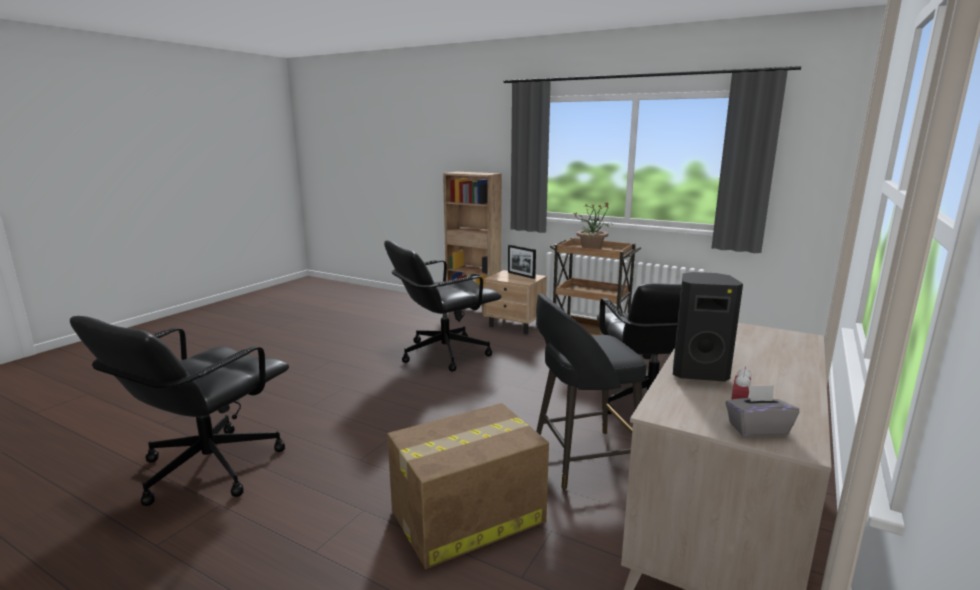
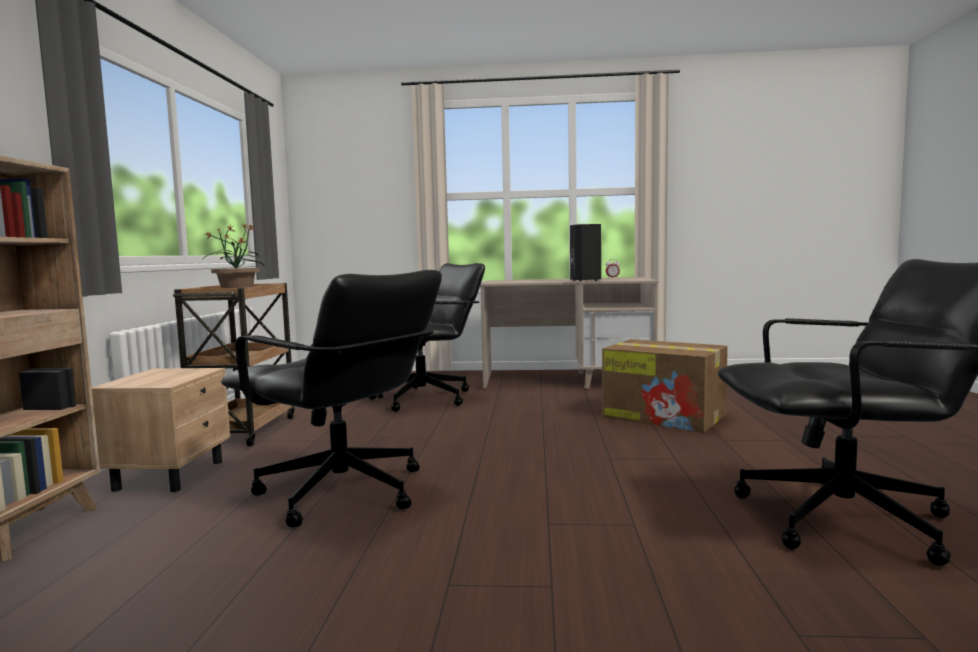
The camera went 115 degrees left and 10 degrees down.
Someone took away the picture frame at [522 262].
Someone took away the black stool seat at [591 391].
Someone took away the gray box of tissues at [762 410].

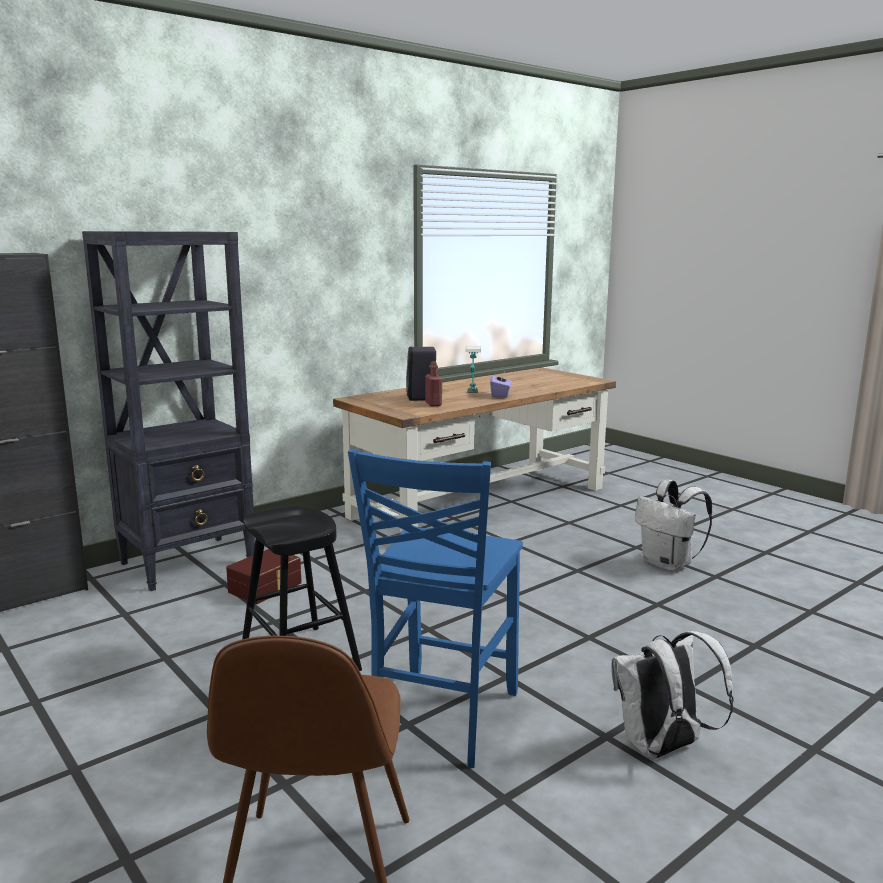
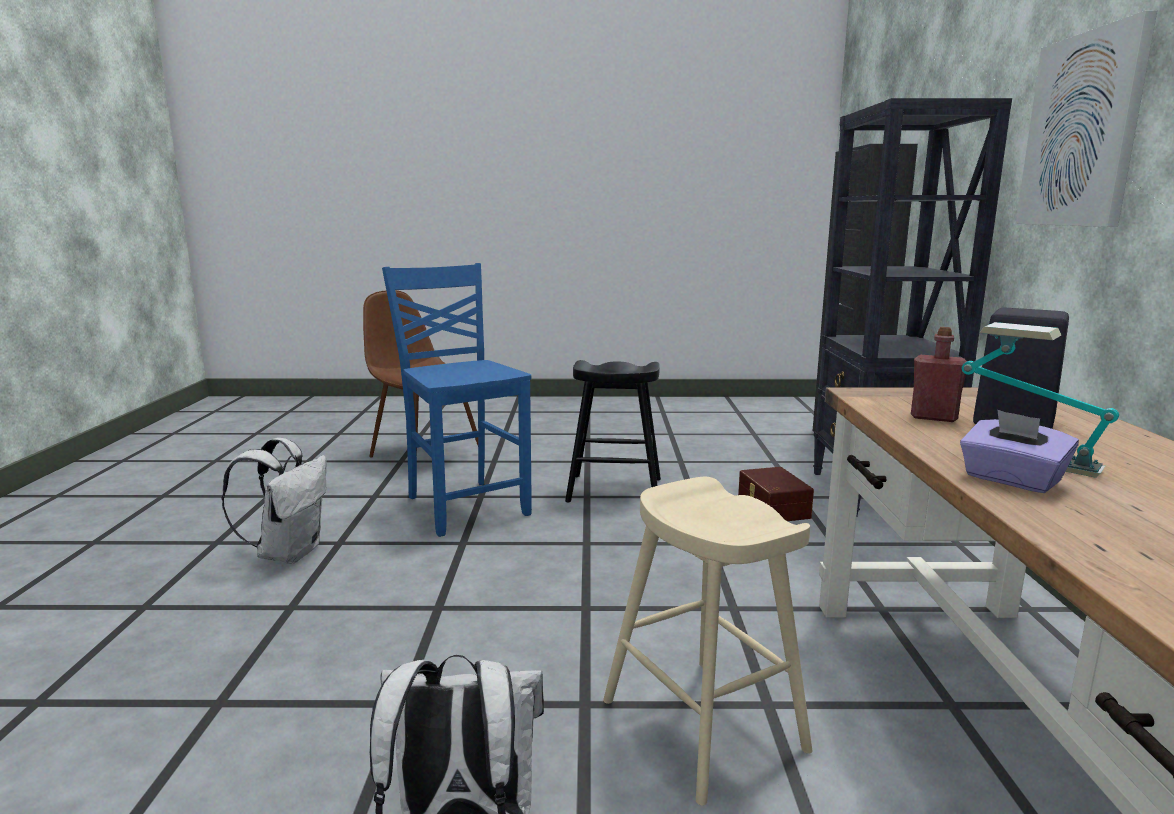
The camera went 130 degrees right and 0 degrees up.
Someone put down the beige stool seat at [707 641].
Someone put up the picture at [1086 118].

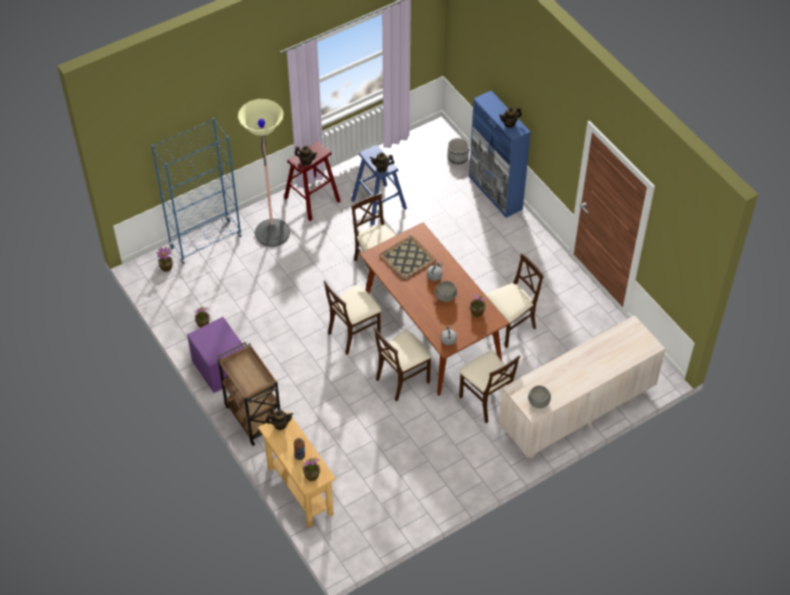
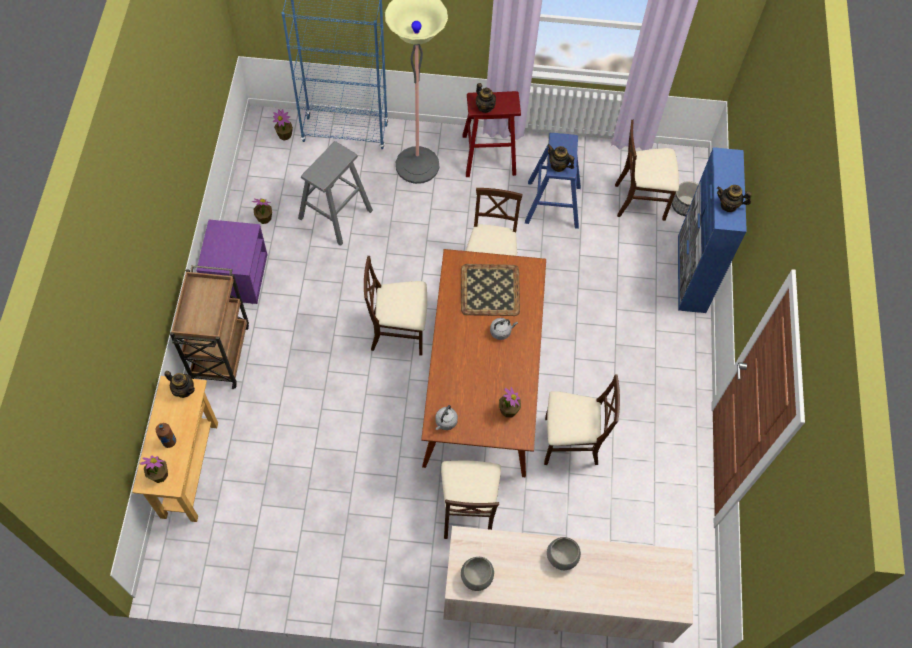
The camera went 35 degrees right and 10 degrees up.
Someone carried the beige upright chair from [403 364] to [647 170].
Someone carried the gray bowl from [446 291] to [564 553].
Someone put down the gray stool seat at [335 193].

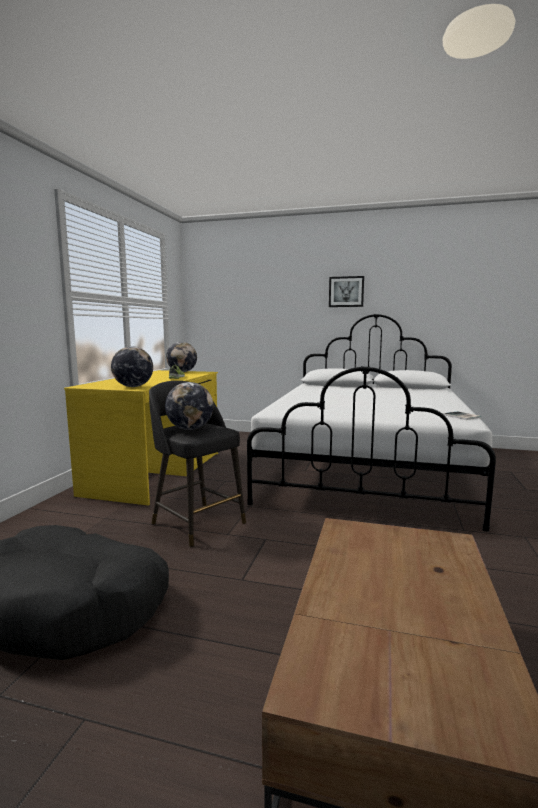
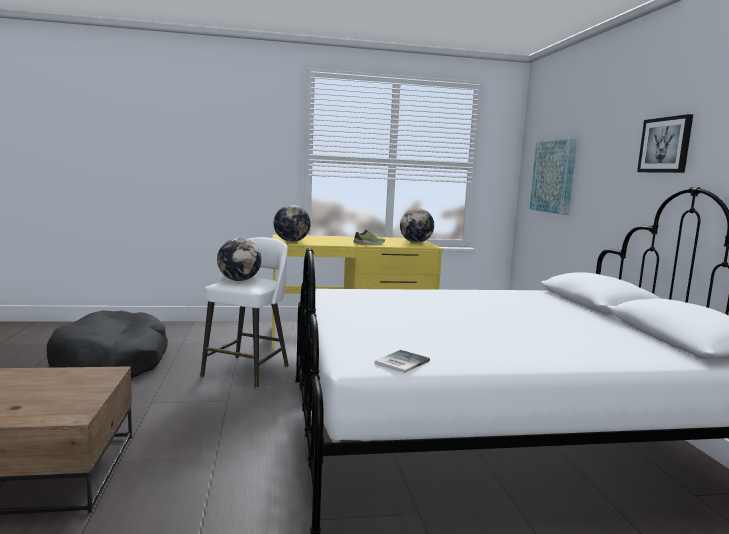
The camera went 65 degrees right and 0 degrees up.
Someone repainted the black stool seat at [197 464], which became the white-coloured stool seat at [244 312].
Someone put up the picture at [553 176].

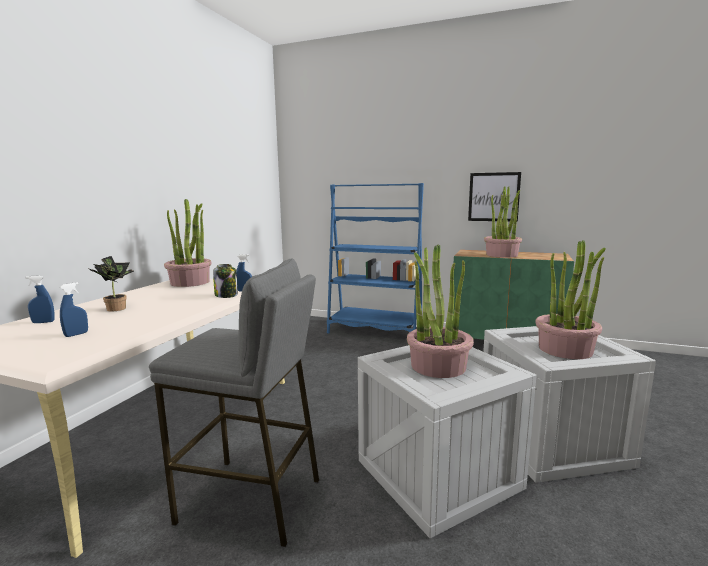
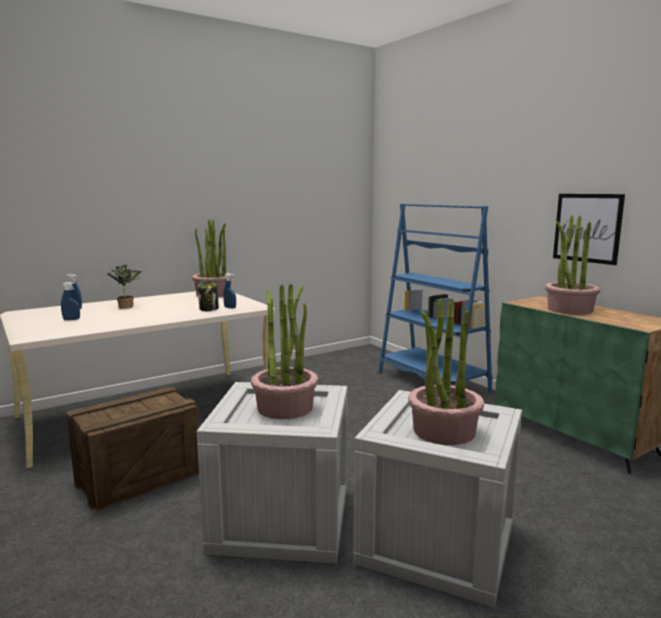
The camera went 35 degrees right and 0 degrees up.
Someone swapped the gray stool seat at [234 403] for the shipping crate at [132 449].

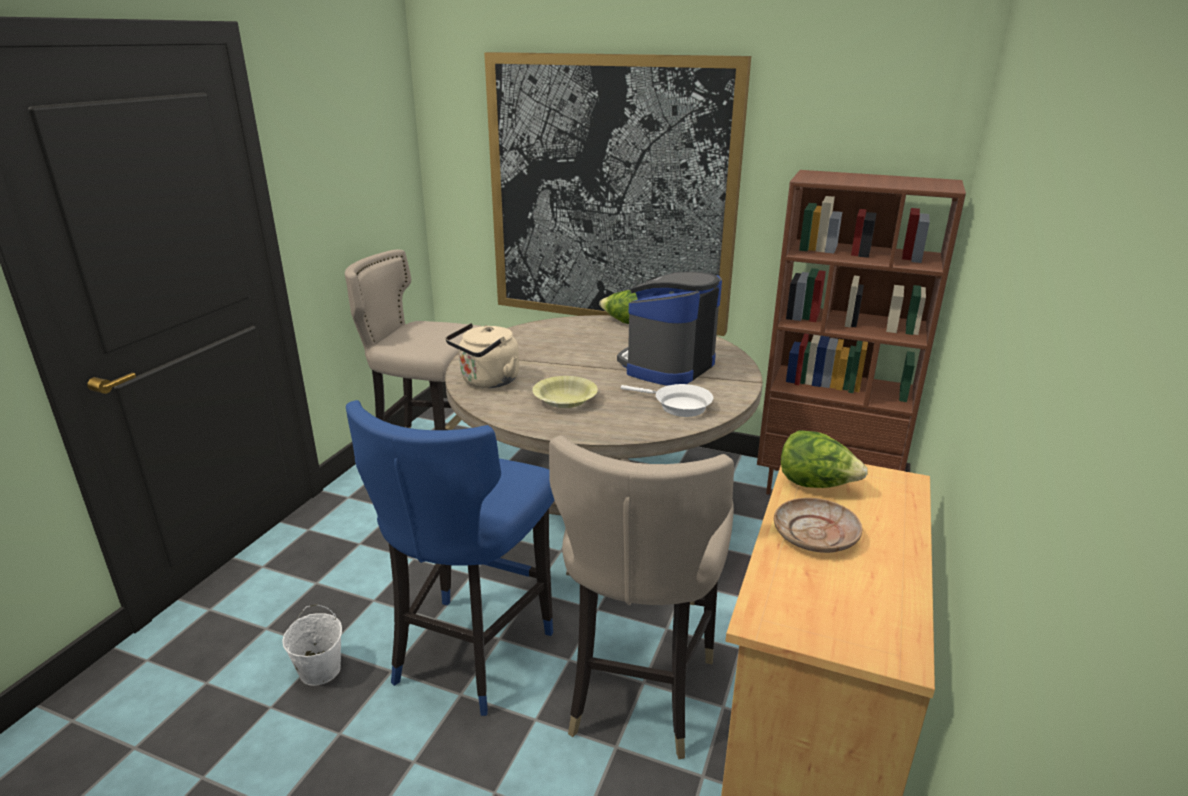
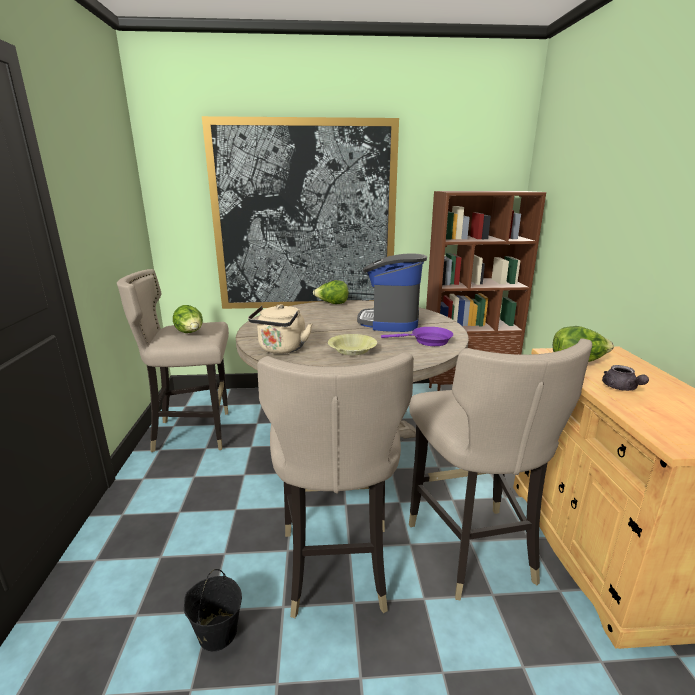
The camera went 25 degrees left and 5 degrees down.
Someone repainted the white-coloured water bucket at [312 645], which became the black water bucket at [213 610].
Someone repainted the bluish stool seat at [450 558], which became the beige stool seat at [335 485].
Someone repainted the white-coloured skillet at [667 400], which became the purple-coloured skillet at [417 336].
Someone swapped the beige plate at [818 525] for the gray teapot at [625 378].
Someone put down the lettuce head at [188 319].

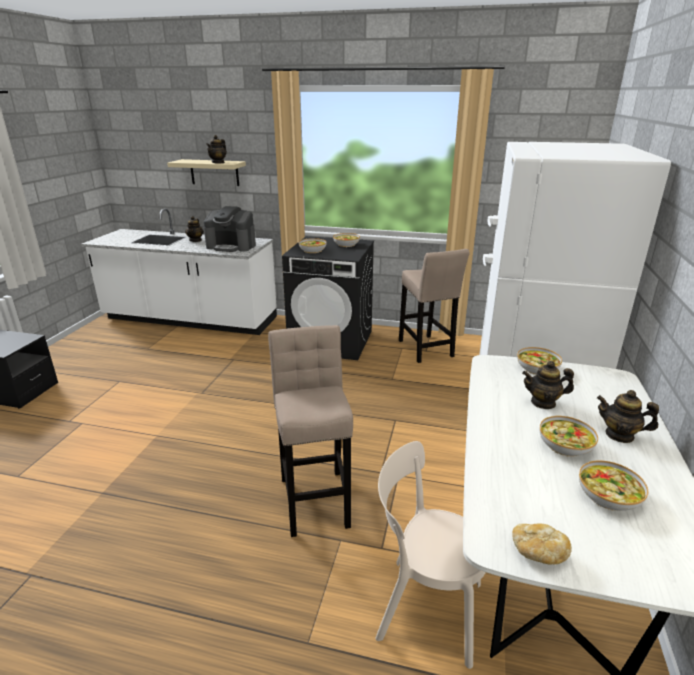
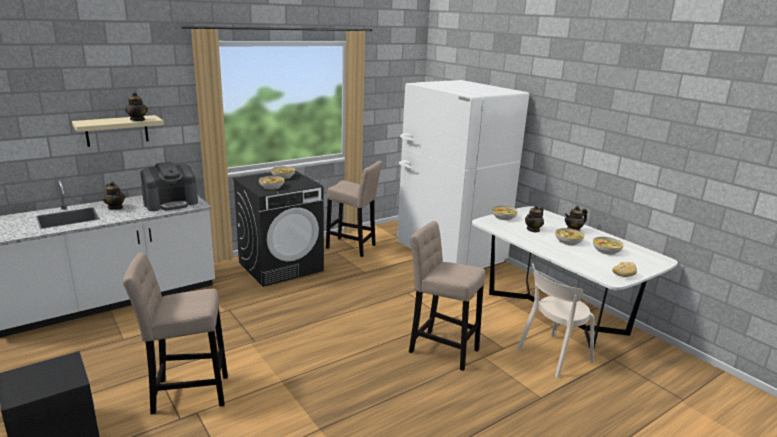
The camera went 50 degrees left and 5 degrees down.
Someone put down the beige stool seat at [175 333].

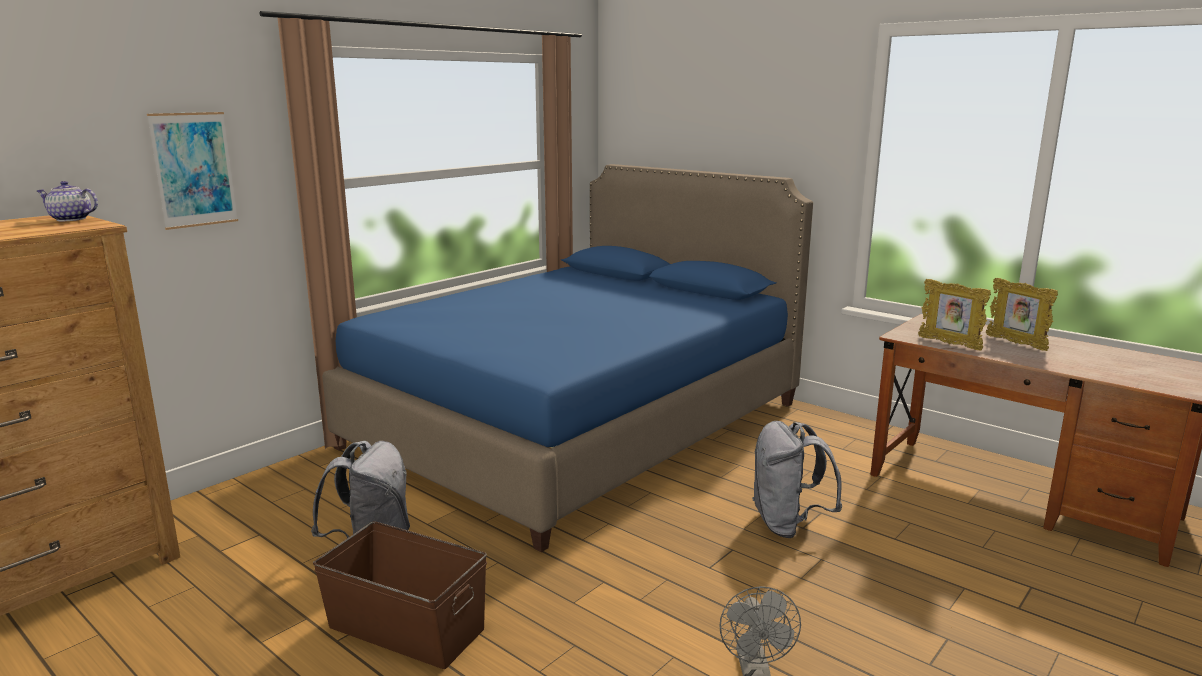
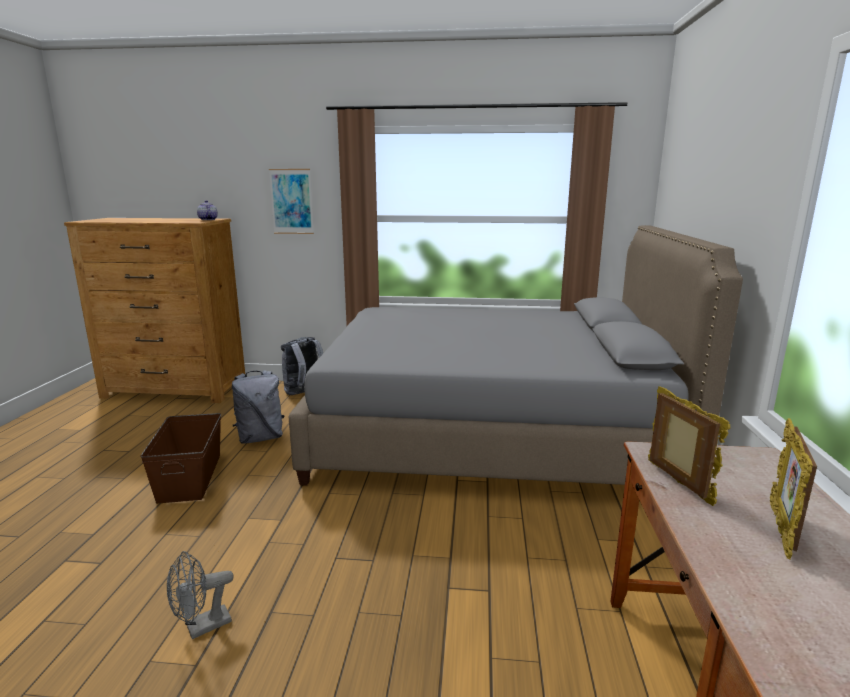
The camera went 55 degrees right and 0 degrees up.
Someone repainted the bluish sleeping bed at [567 358], which became the gray sleeping bed at [516 355].
Someone carried the gray knapsack from [797 479] to [302 366].
Someone rotated the picture frame at [954 315] by 150 degrees clockwise.

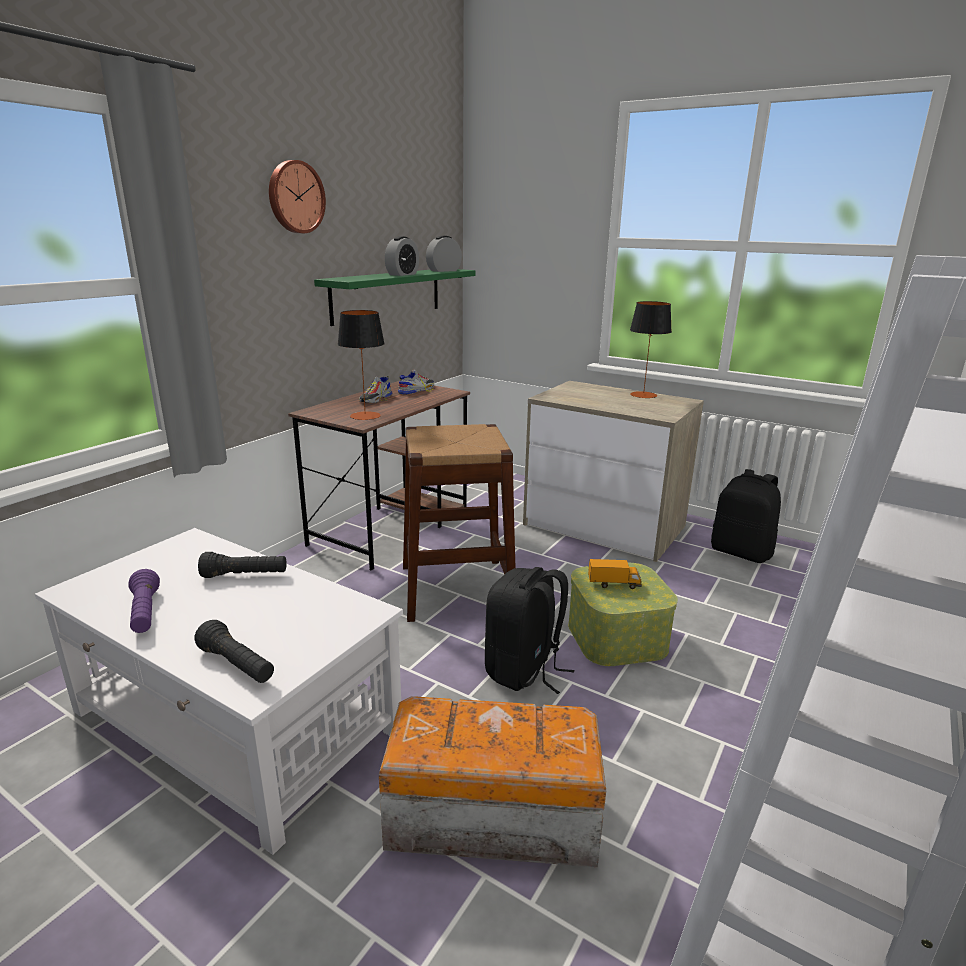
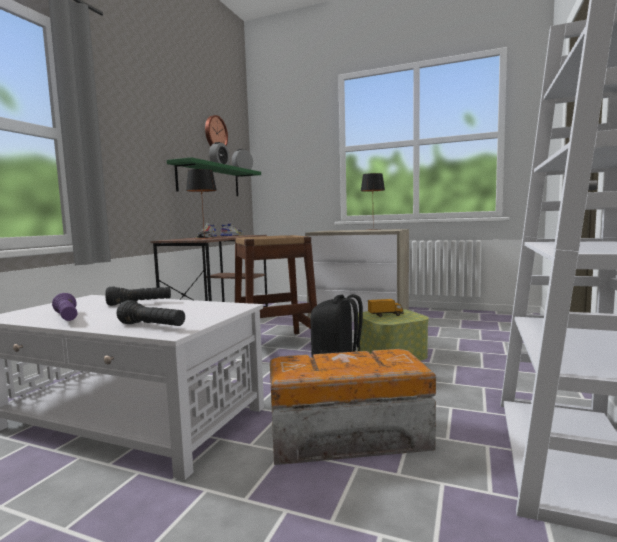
The camera went 10 degrees left and 15 degrees down.
Someone carried the wall clock from [297 196] to [216 130].
Someone took away the black knapsack at [746 516].

